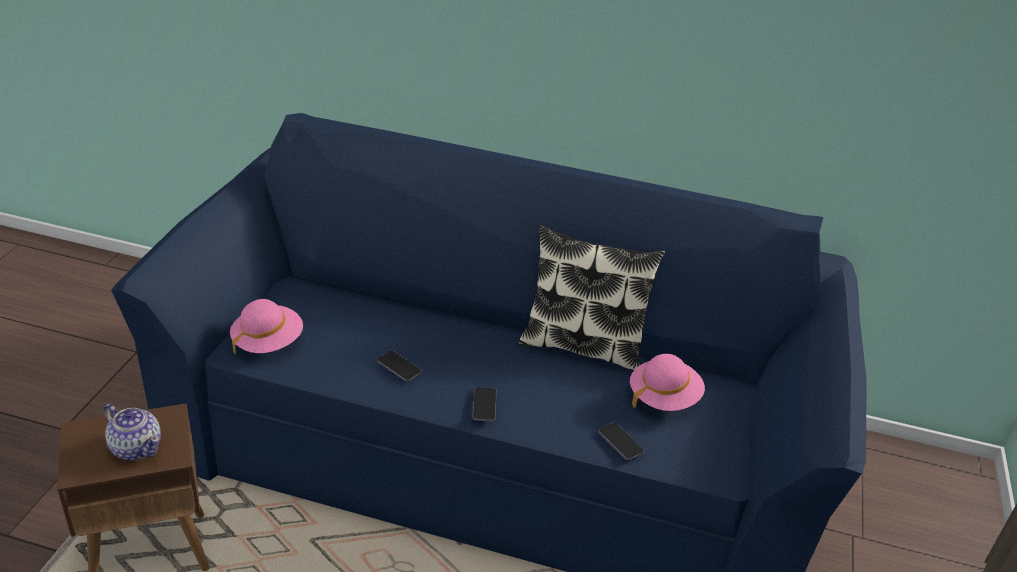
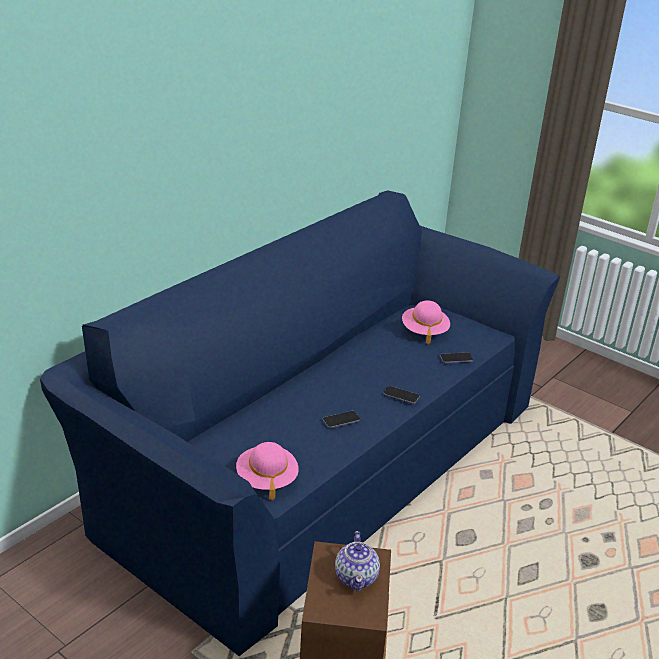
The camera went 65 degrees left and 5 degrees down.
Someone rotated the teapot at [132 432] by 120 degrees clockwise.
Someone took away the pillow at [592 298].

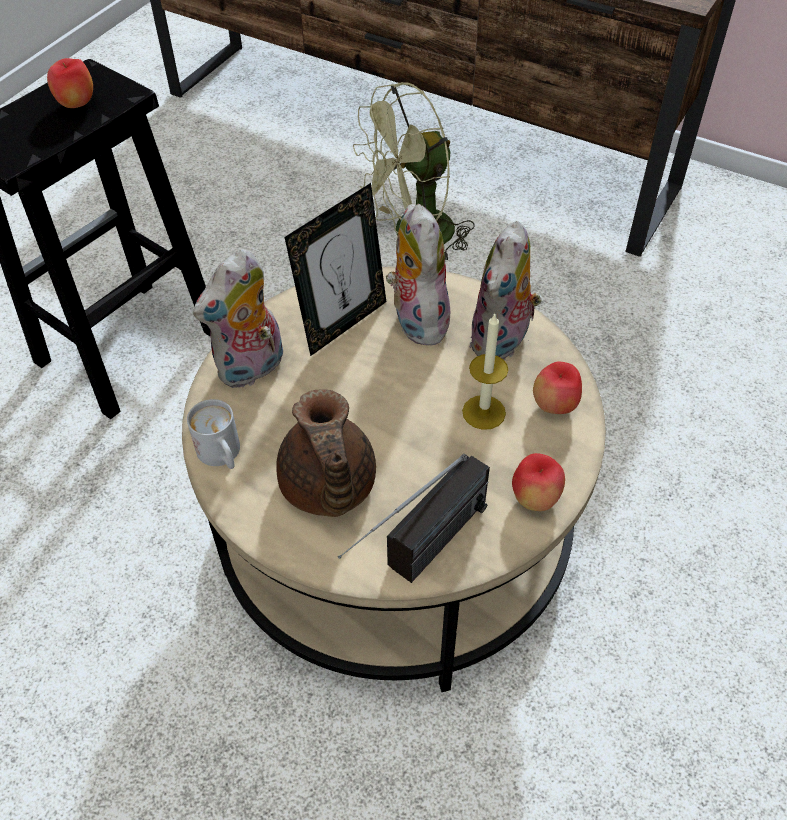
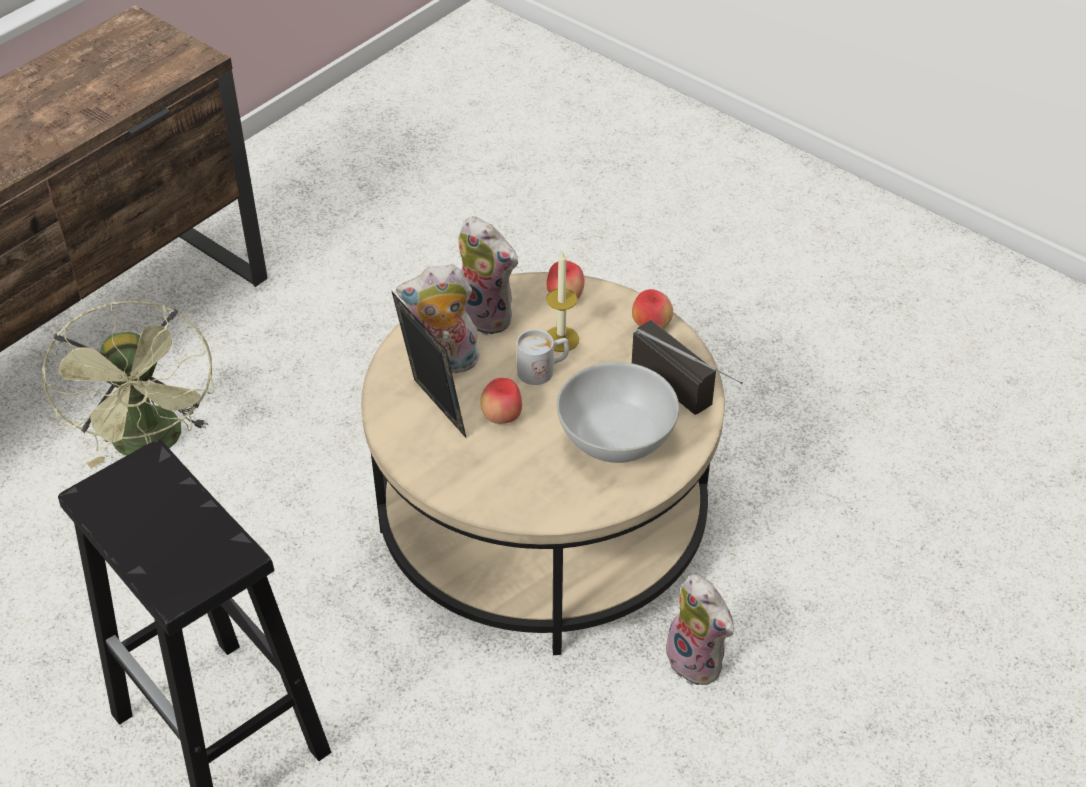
The camera went 80 degrees left and 5 degrees down.
Someone carried the apple fruit from [70 83] to [501 401].
Someone carried the white-coloured coffee mug from [213 434] to [543 357].
Someone carried the soft toy from [238 318] to [696 630].
Someone swapped the brown-coloured teapot at [326 453] for the white-coloured bowl at [618 412].

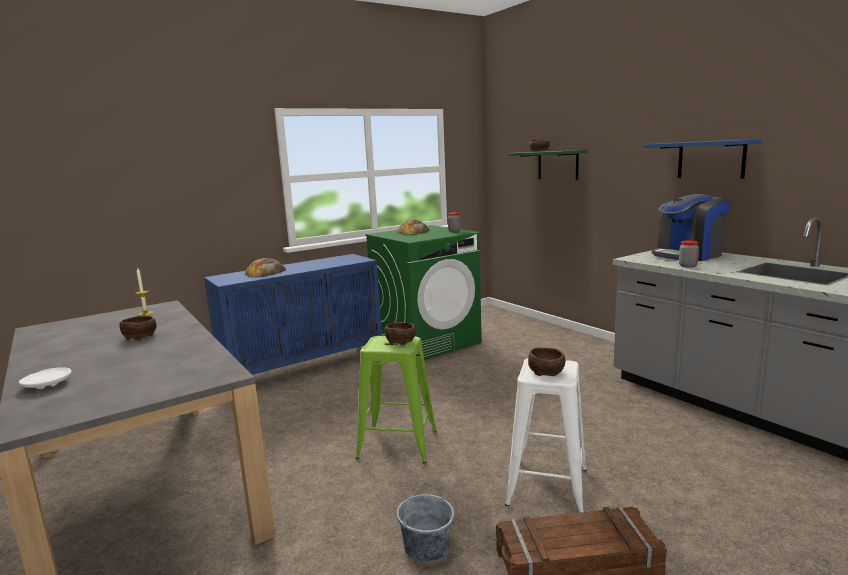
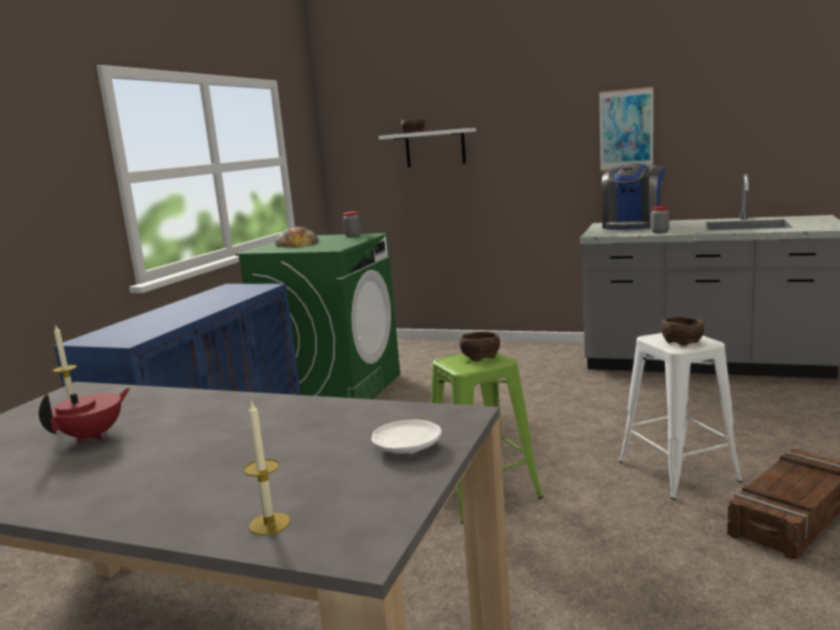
The camera went 35 degrees left and 0 degrees up.
Someone carried the white-coloured plate from [45 378] to [407 437].
Someone took away the brown-coloured bowl at [138 328].
Someone took away the bread at [265 267].
Someone took away the gray water bucket at [425 522].
Someone repainted the green shelf at [548 165], which became the white-coloured shelf at [427 147].
Someone swapped the bluish shelf at [703 159] for the picture at [626 128].
Someone put down the red-coloured teapot at [84 415].
Someone put down the candle at [266 467].

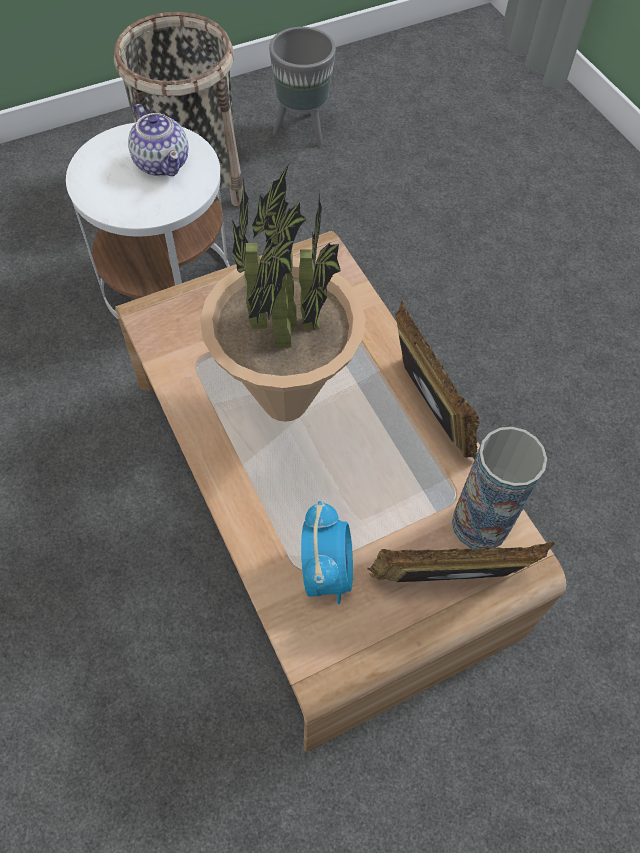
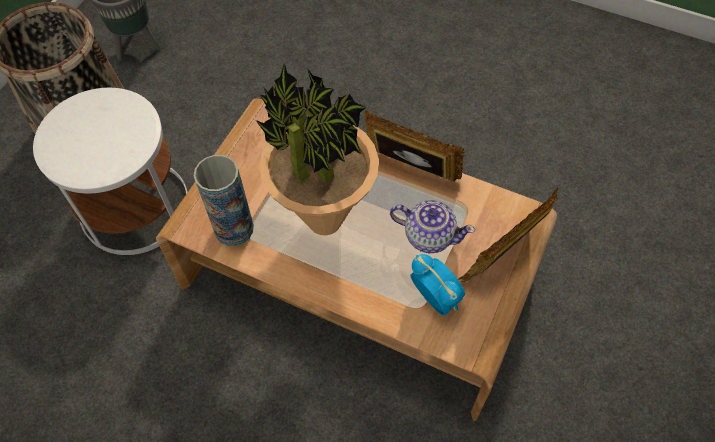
The camera went 35 degrees left and 0 degrees up.
Someone carried the teapot from [158 140] to [432 226].
Someone carried the vase from [499 488] to [224 200].

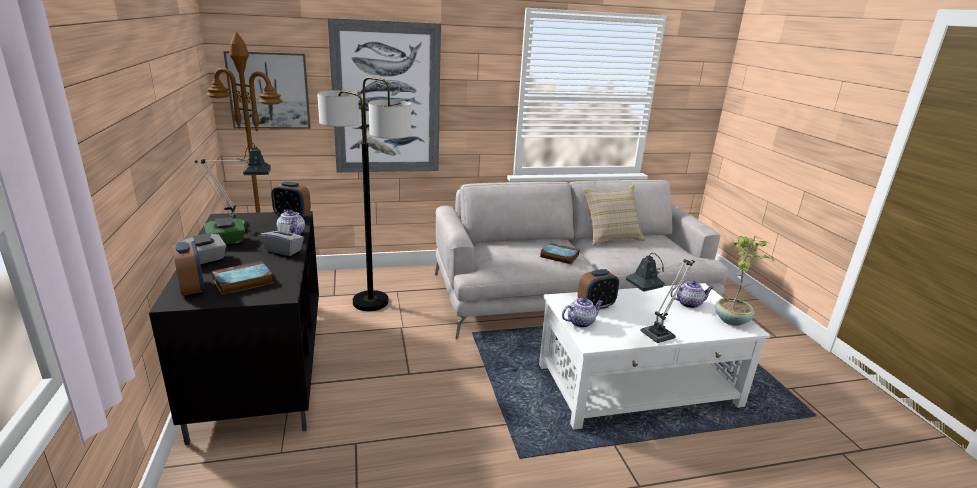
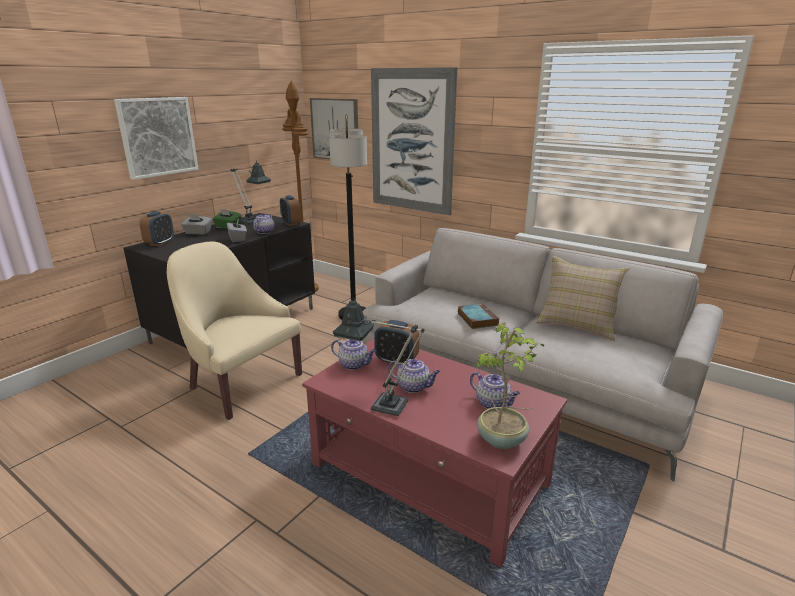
The camera went 50 degrees right and 0 degrees up.
Someone took away the bound book at [242 278].
Someone repainted the white-coloured coffee table at [654 356], which became the red-coloured coffee table at [434 453].
Someone put up the picture at [156 138].
Someone put down the beige lounge chair at [234 331].
Someone put down the teapot at [414 376].

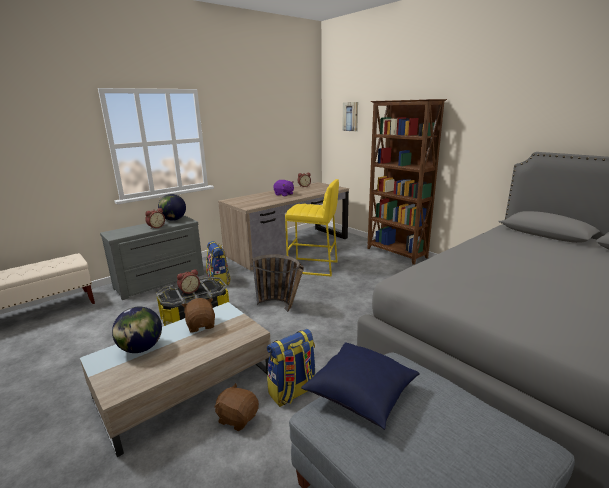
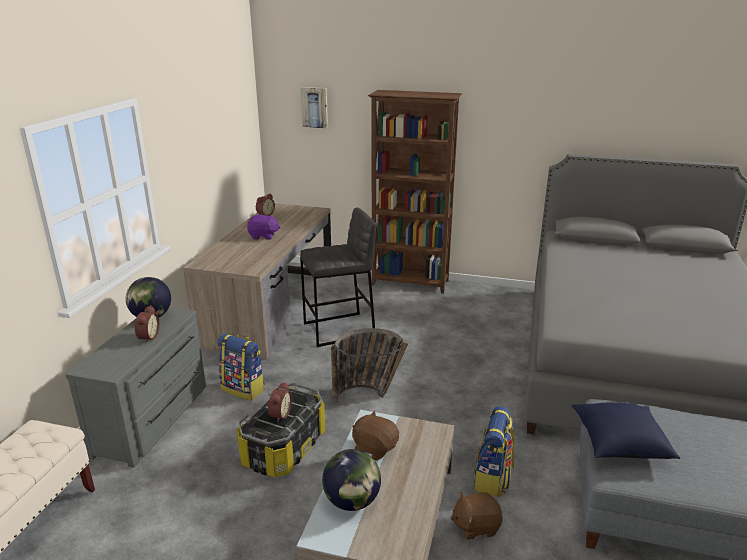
The camera went 35 degrees left and 5 degrees up.
Someone repainted the yellow stool seat at [312 228], which became the gray stool seat at [338 277].

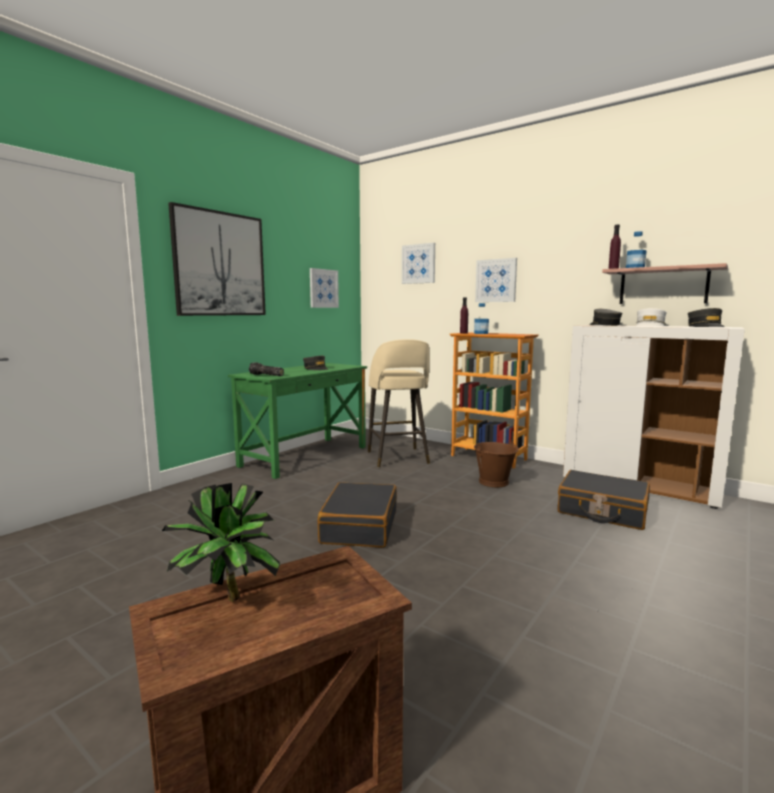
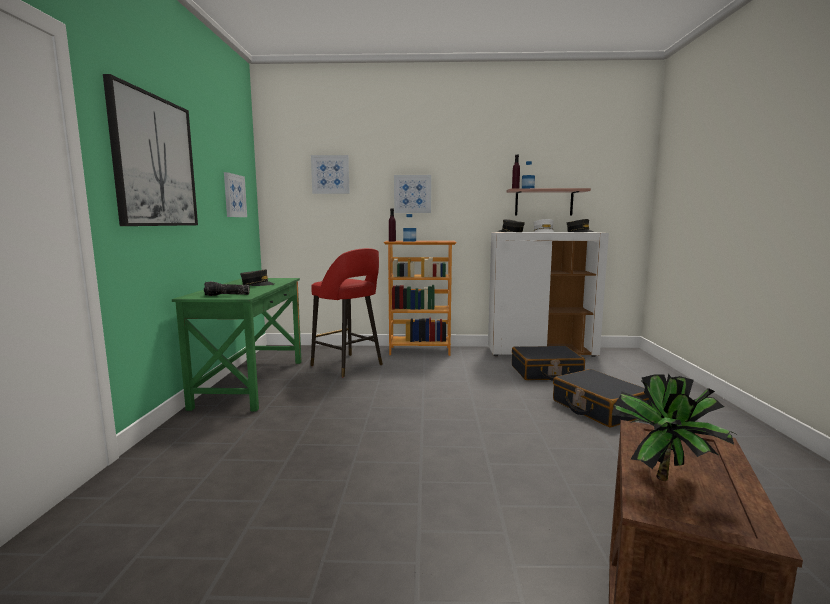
The camera went 35 degrees left and 0 degrees up.
Someone carried the black piece of luggage from [357 515] to [601 398].
Someone repainted the beige stool seat at [399 403], which became the red-coloured stool seat at [347 312].
Someone took away the brown-coloured water bucket at [496 463].

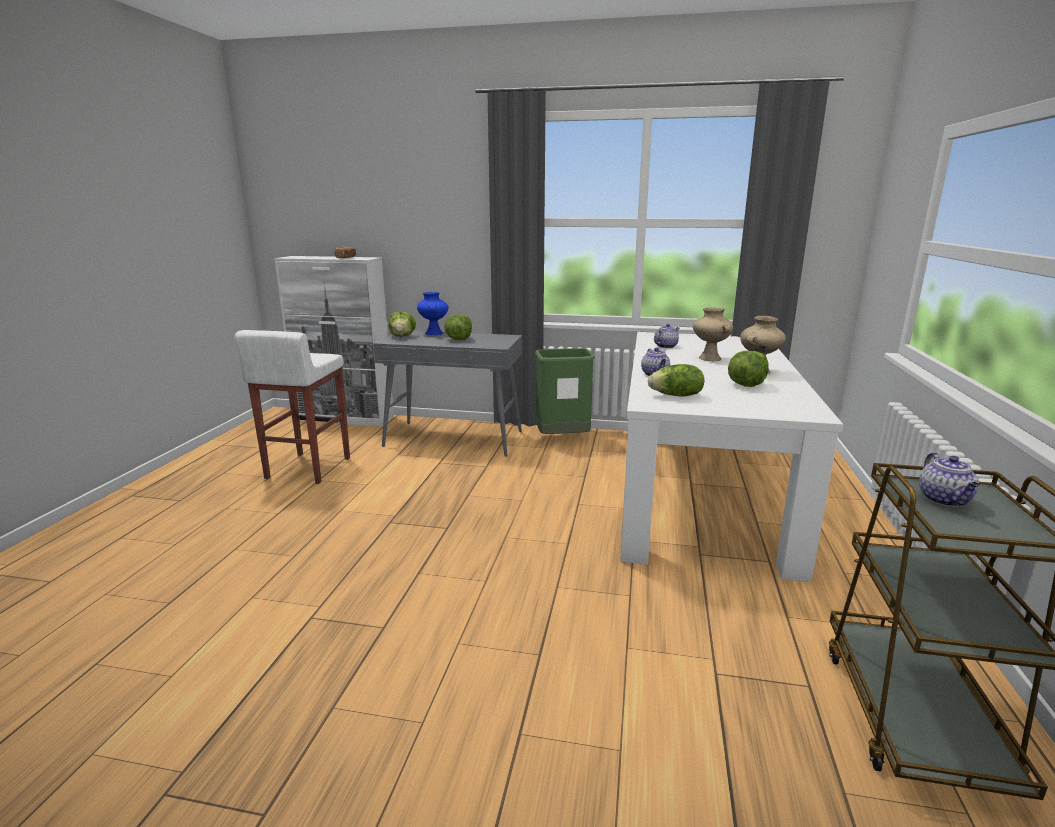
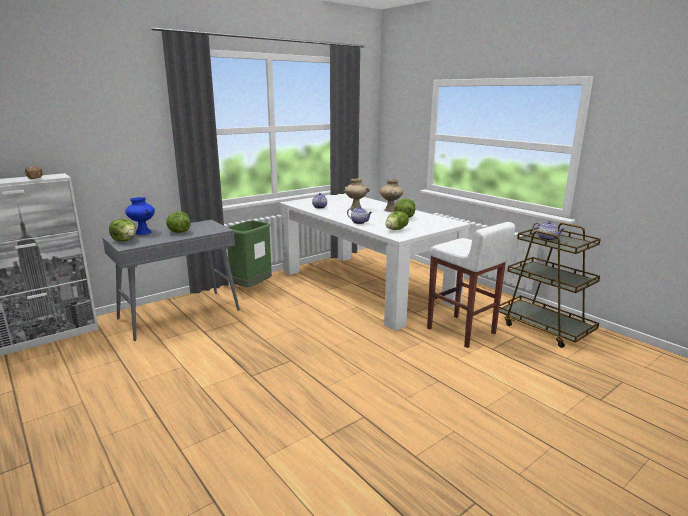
The camera went 50 degrees left and 0 degrees up.
Someone carried the white-coloured stool seat from [292 407] to [471 285].

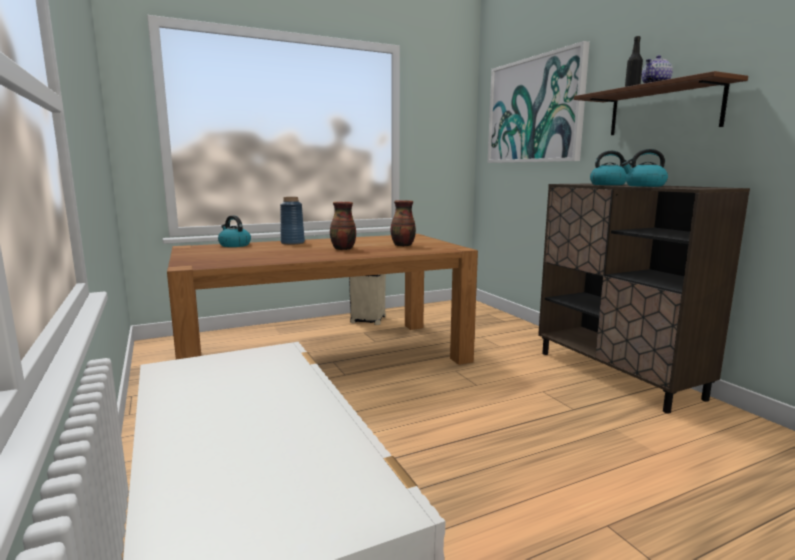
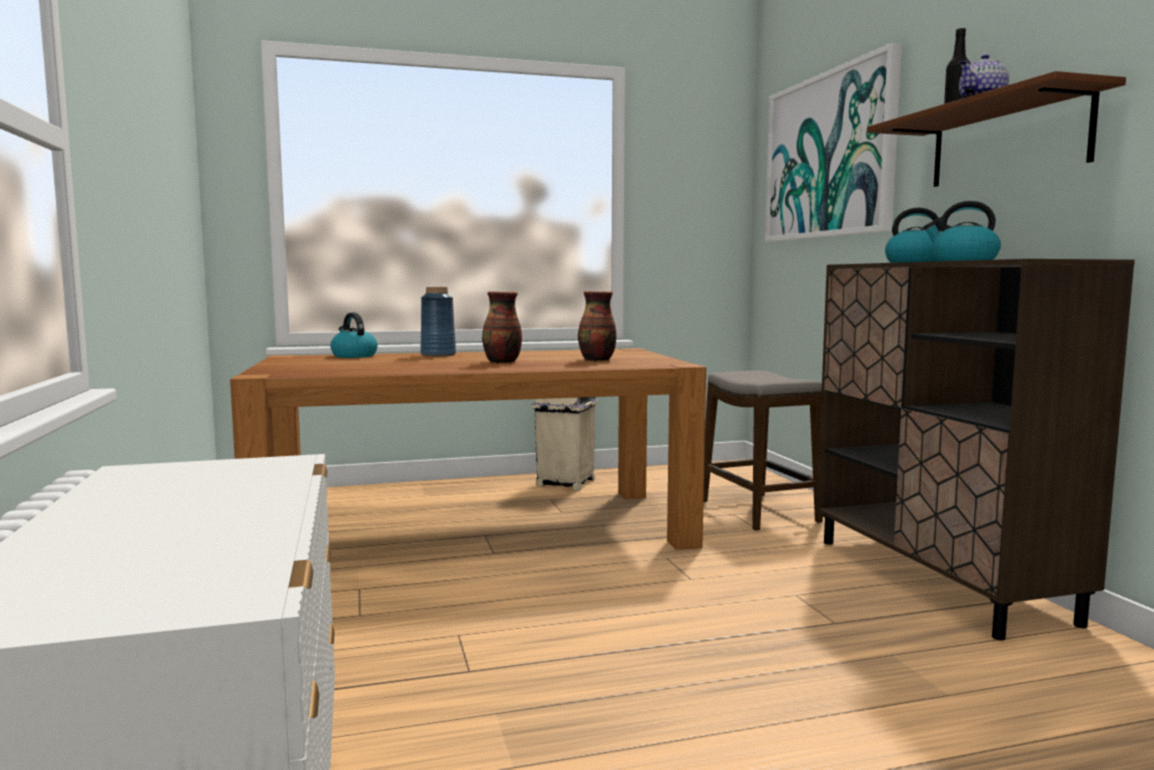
The camera went 10 degrees right and 5 degrees down.
Someone put down the stool seat at [763 450].

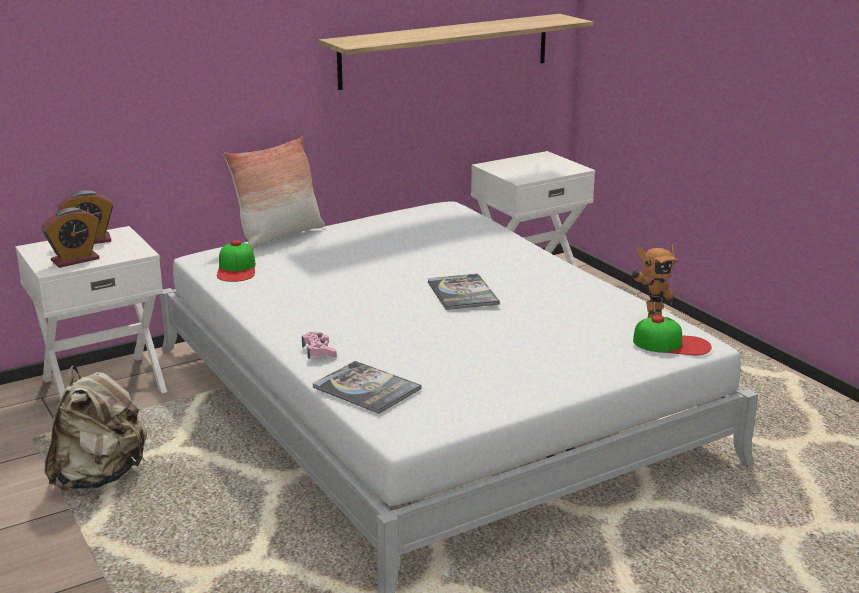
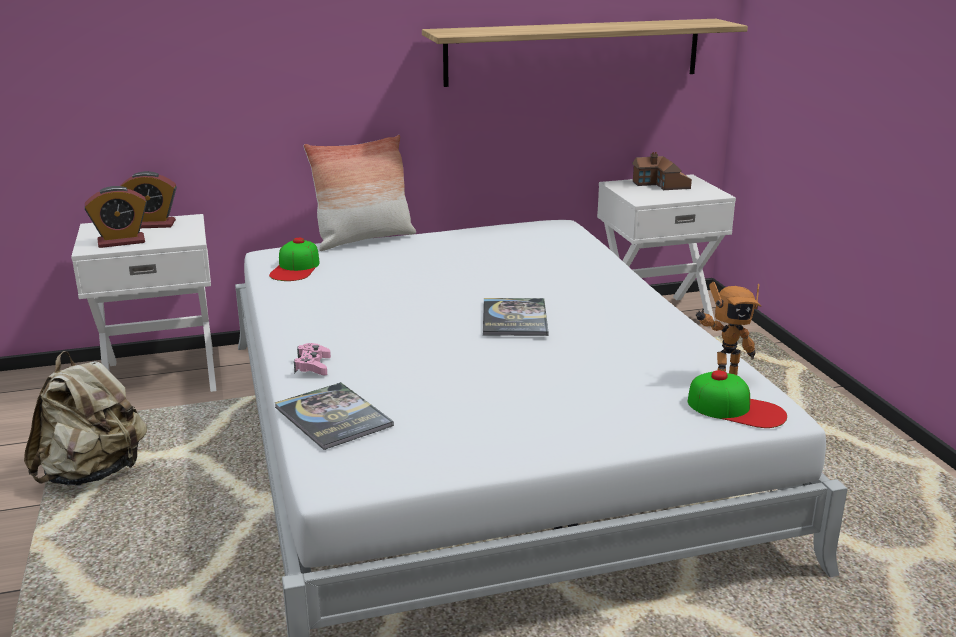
The camera went 15 degrees right and 0 degrees up.
Someone put down the model house at [662 171].

